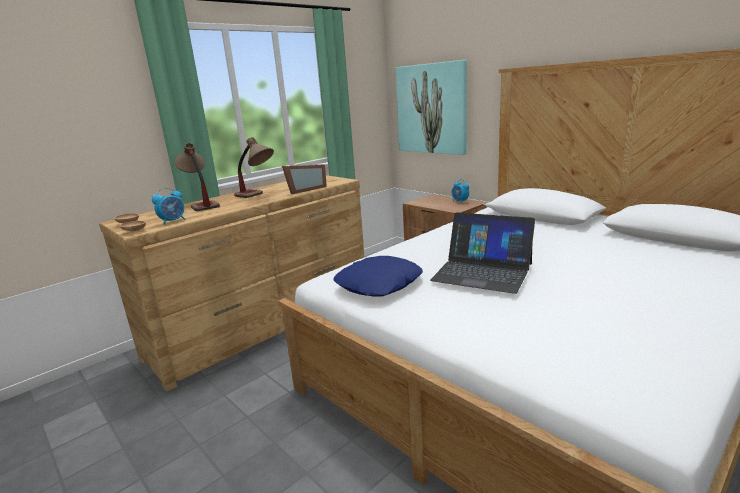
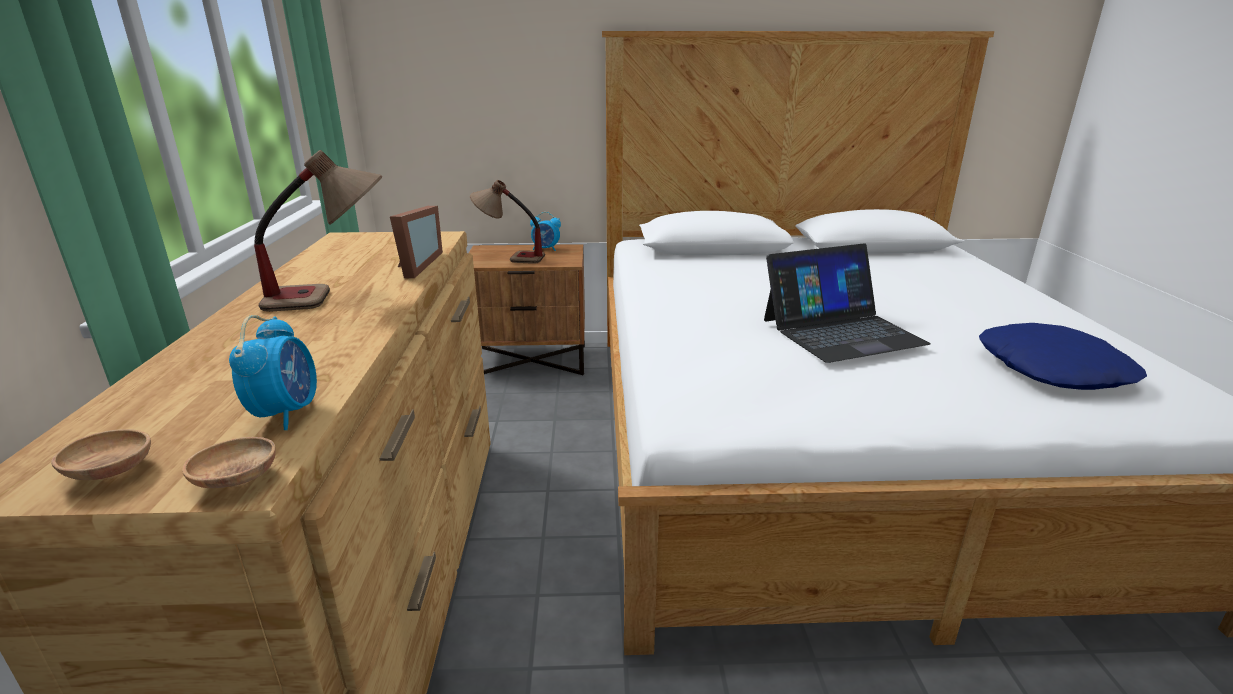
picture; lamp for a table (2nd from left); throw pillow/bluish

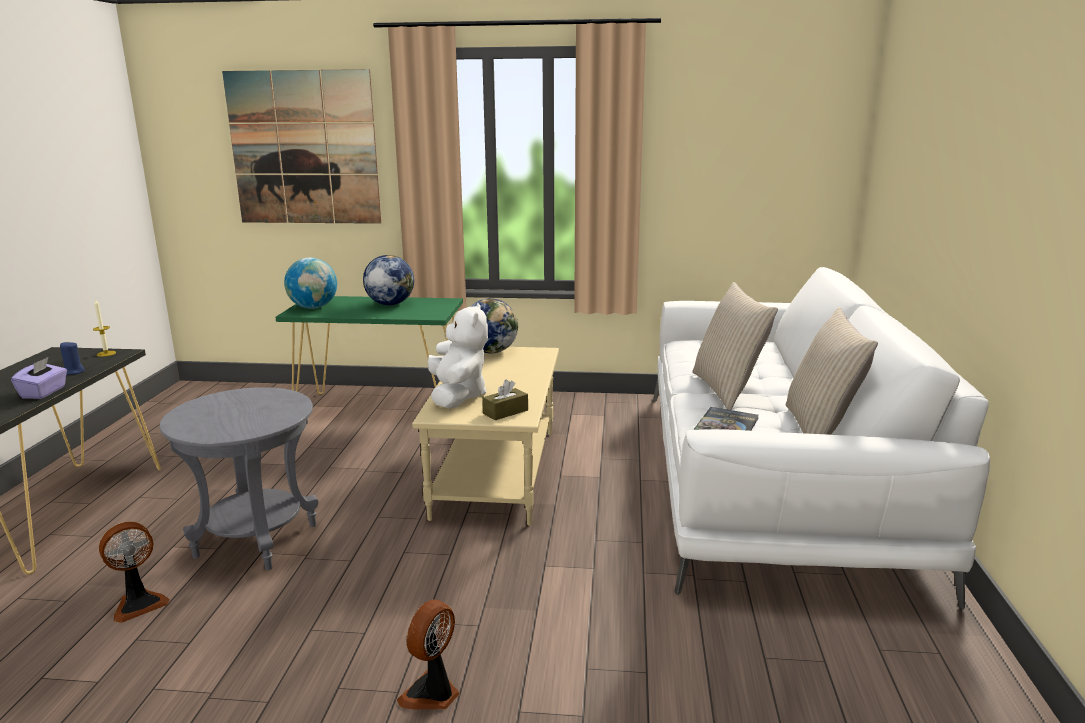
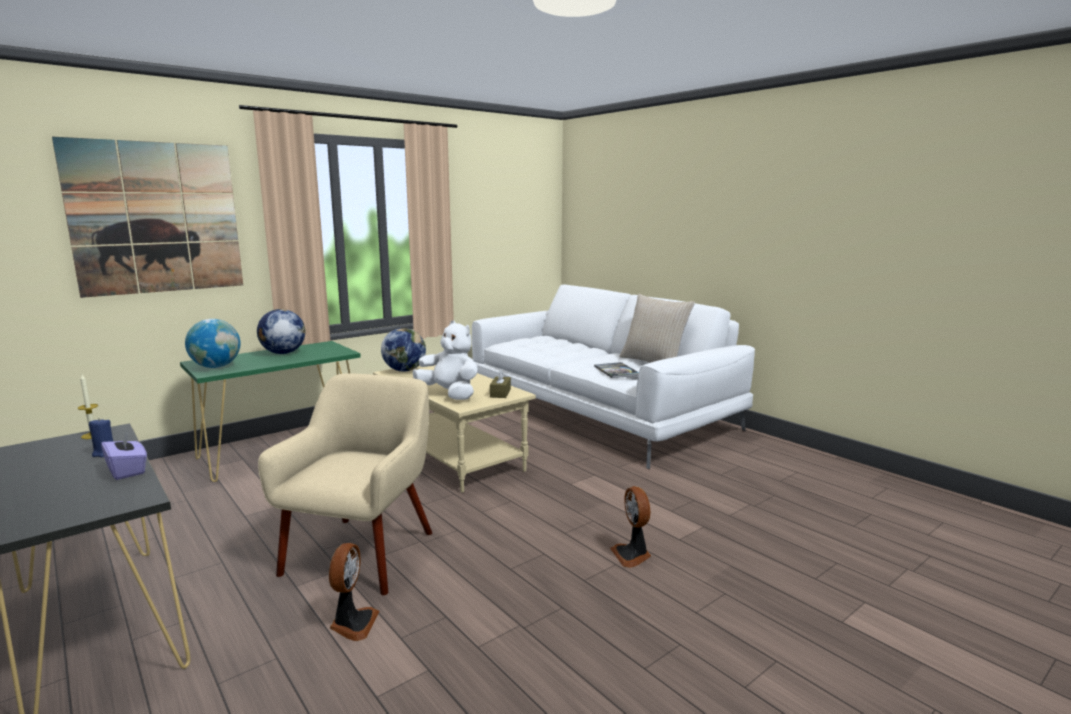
throw pillow/beige-coloured (1st from left in the first image); easy chair/beige-coloured

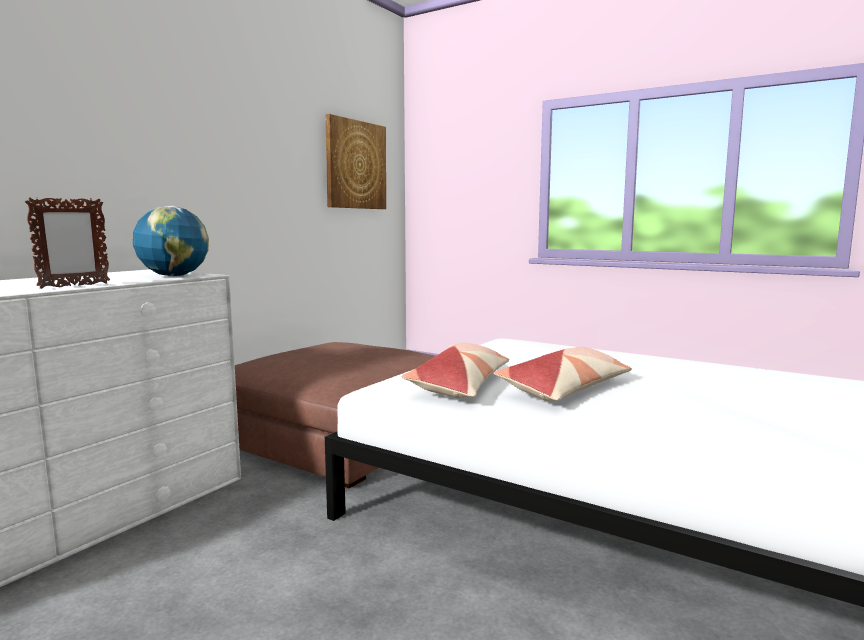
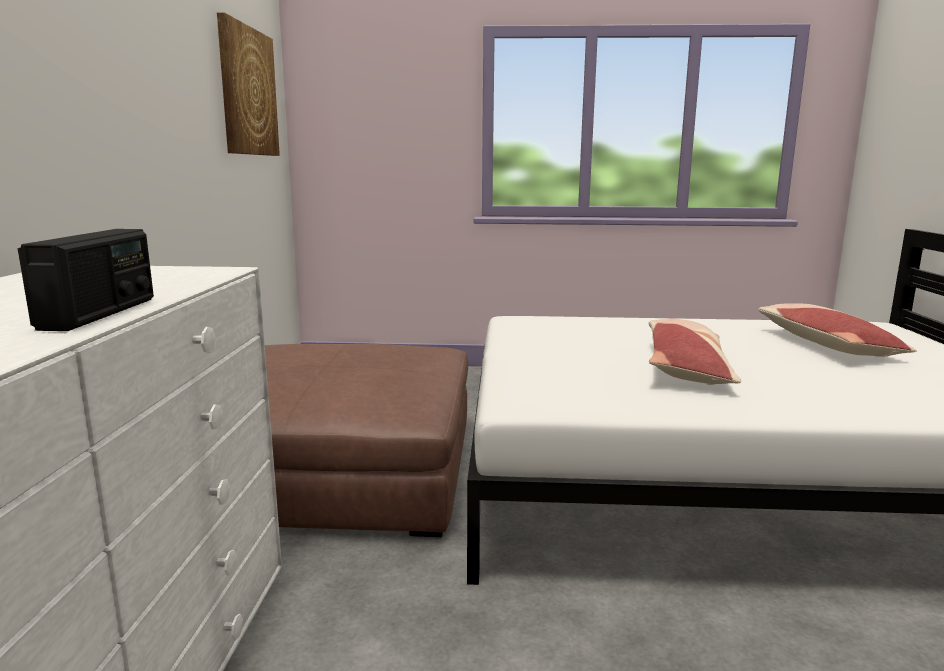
radio; world globe; throw pillow (2nd from left)

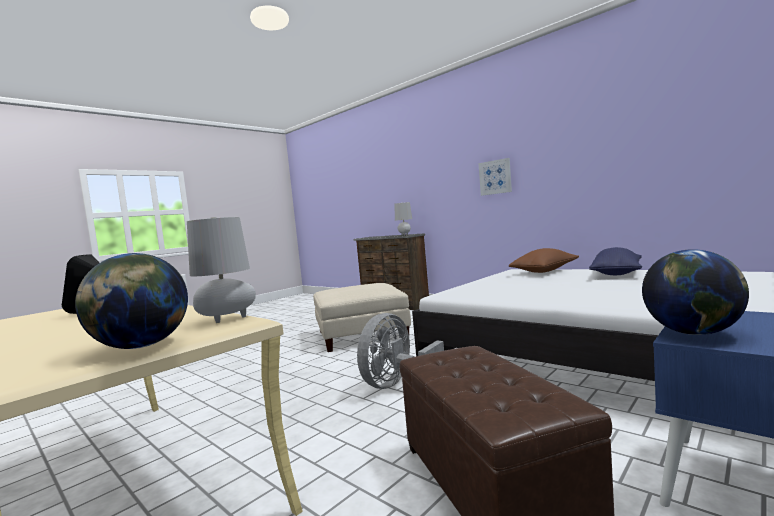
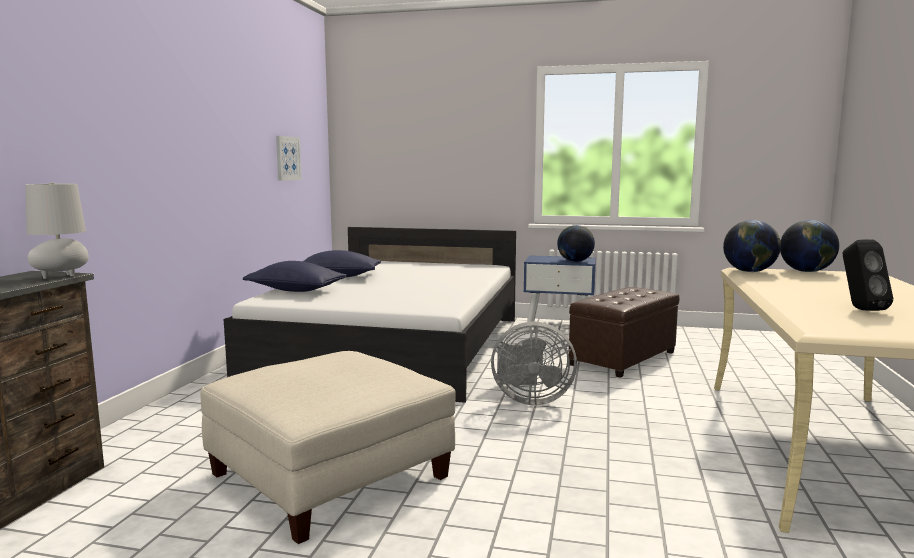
picture; world globe (2nd from left); throw pillow/bluish (1st from left)

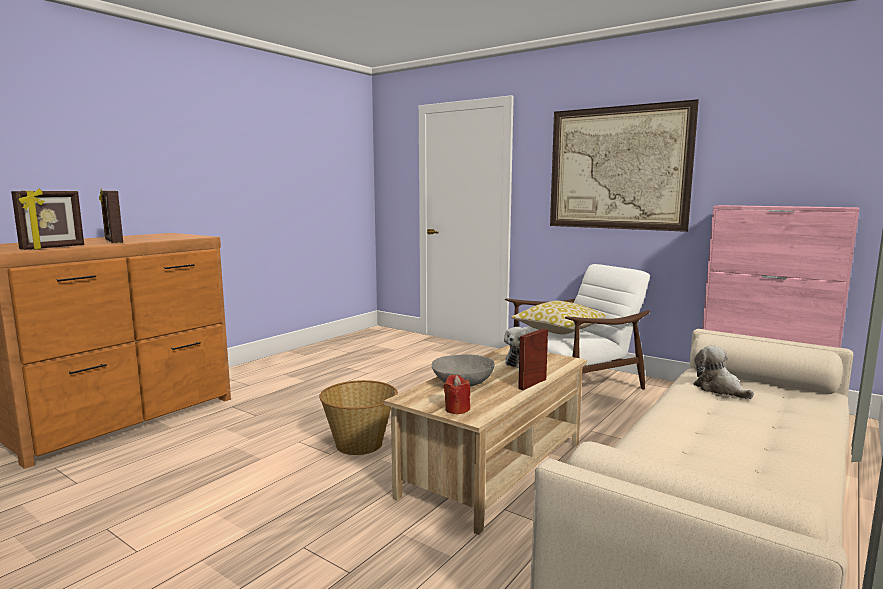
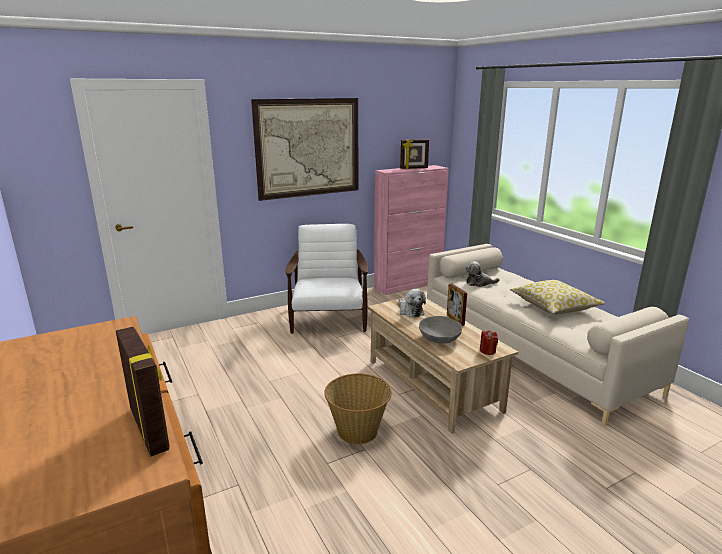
photo frame (2nd from left); throw pillow

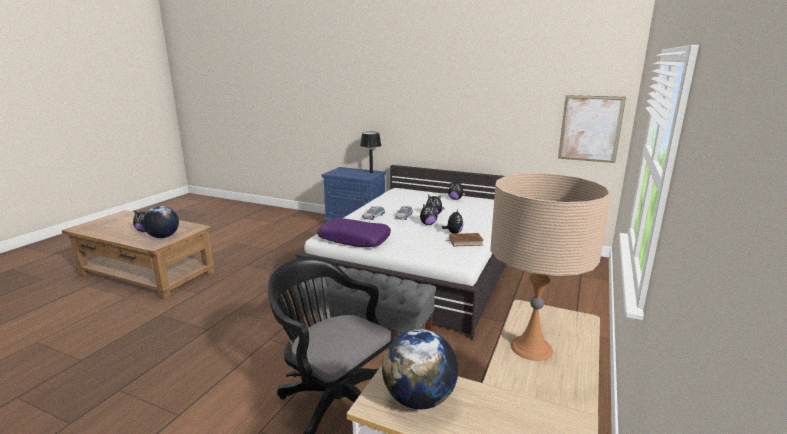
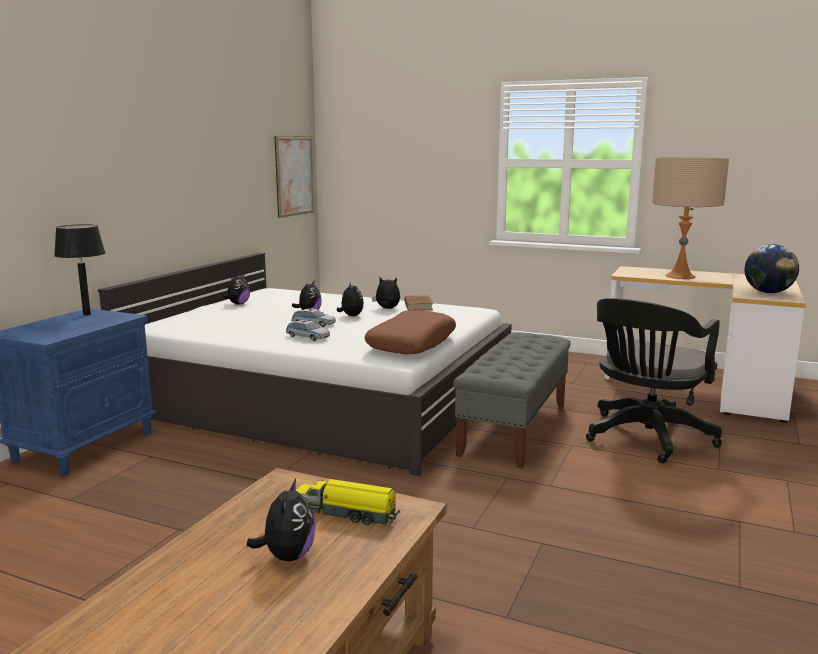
toy truck; throw pillow/brown

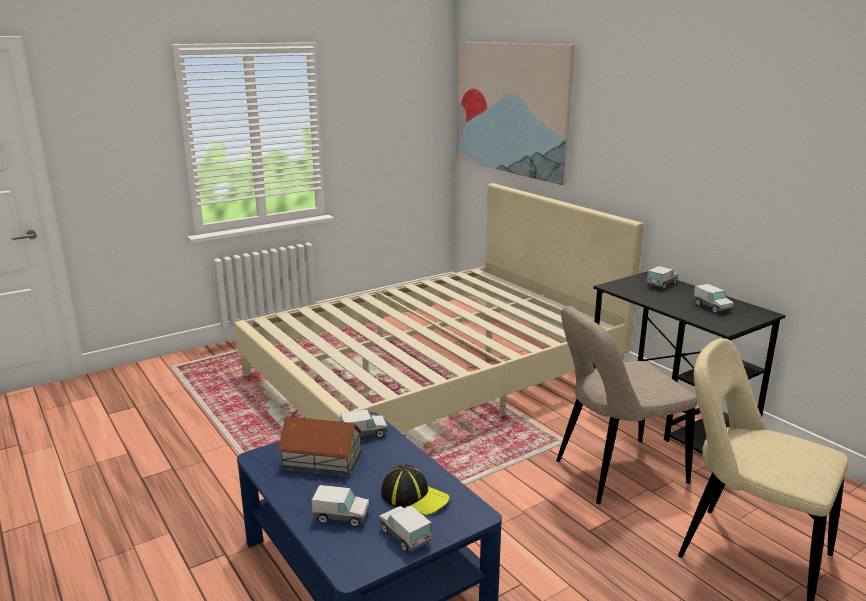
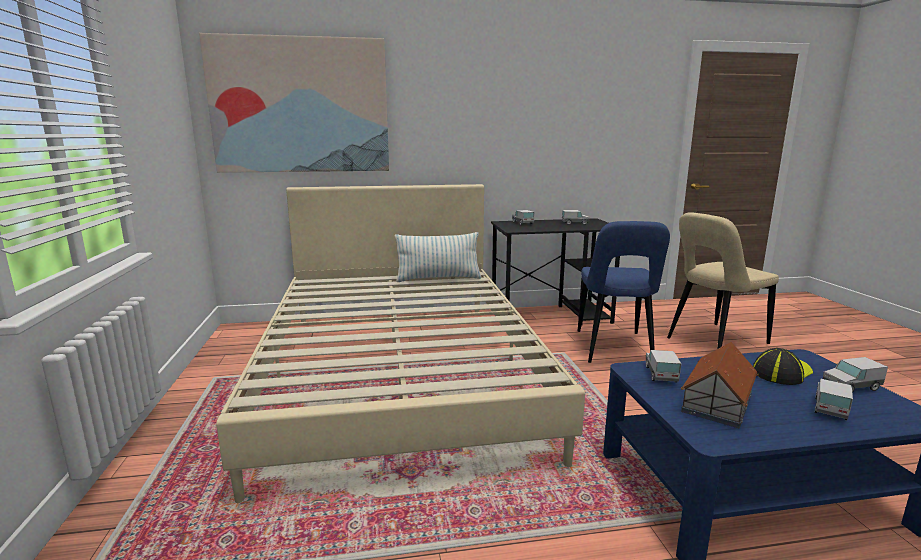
upright chair/bluish; throw pillow

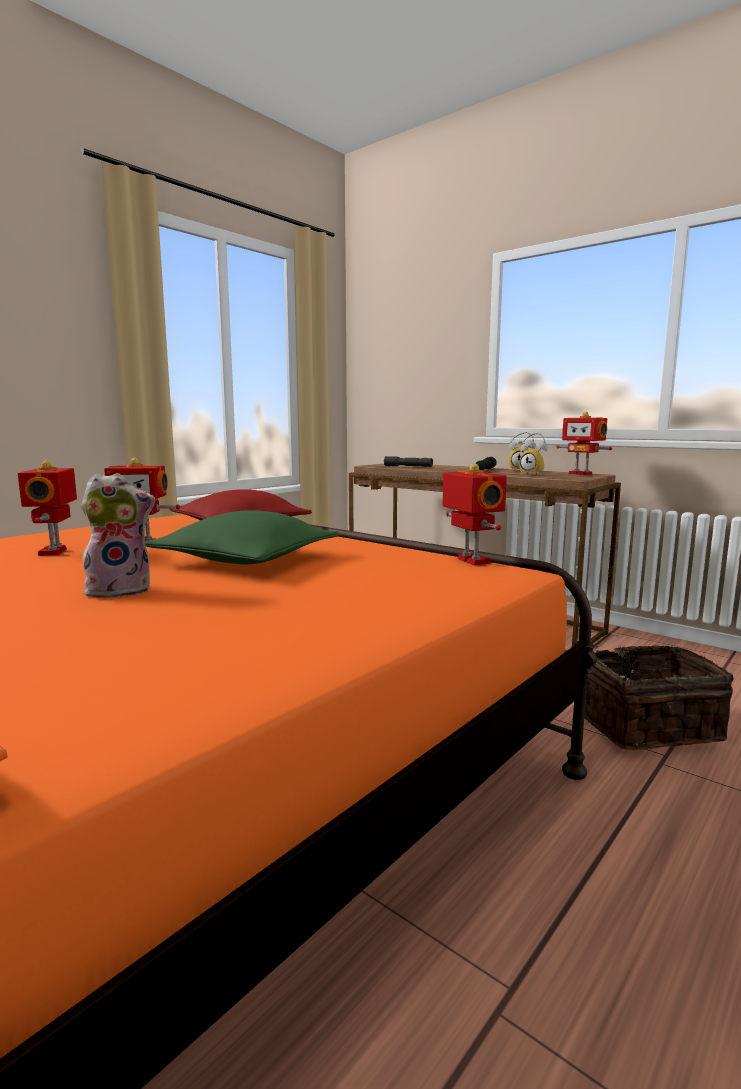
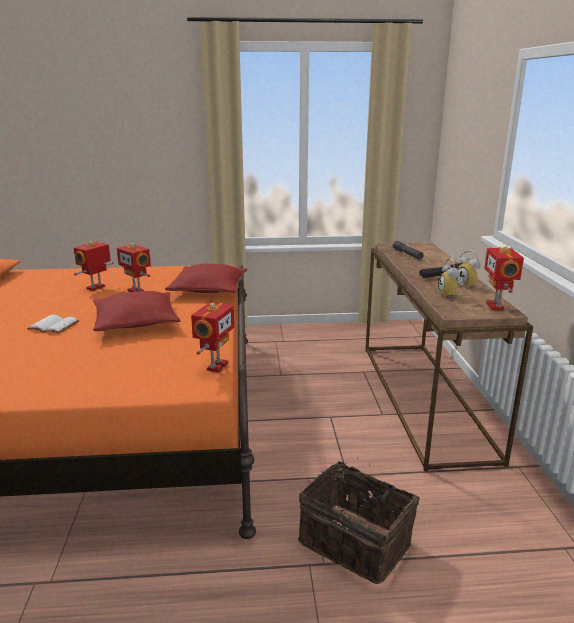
bound book/whitish; throw pillow/red-coloured (1st from left)

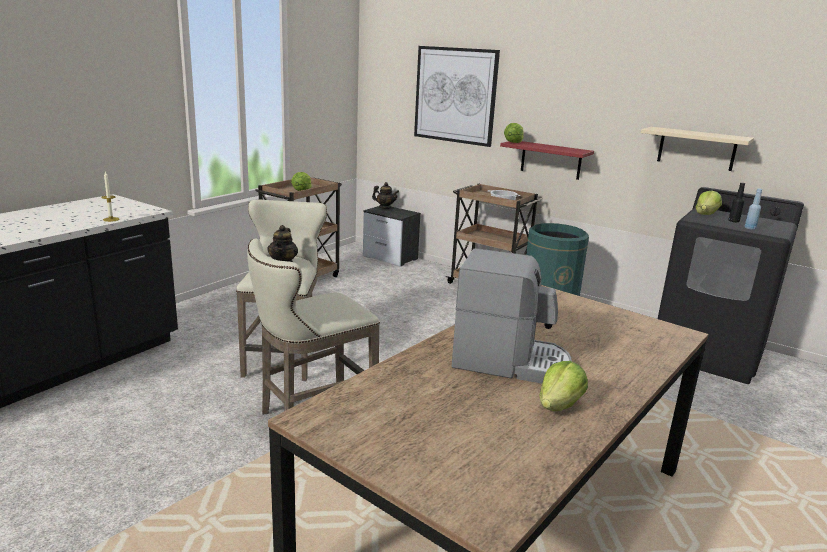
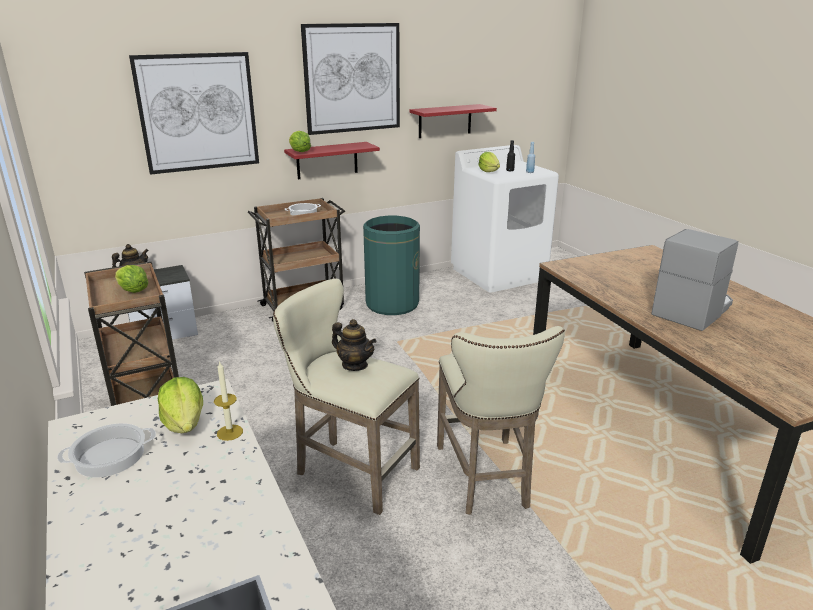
wall shelf/red-coloured (2nd from left); washing machine/whitish; lettuce head (2nd from left); picture (2nd from left); stockpot (1st from left)

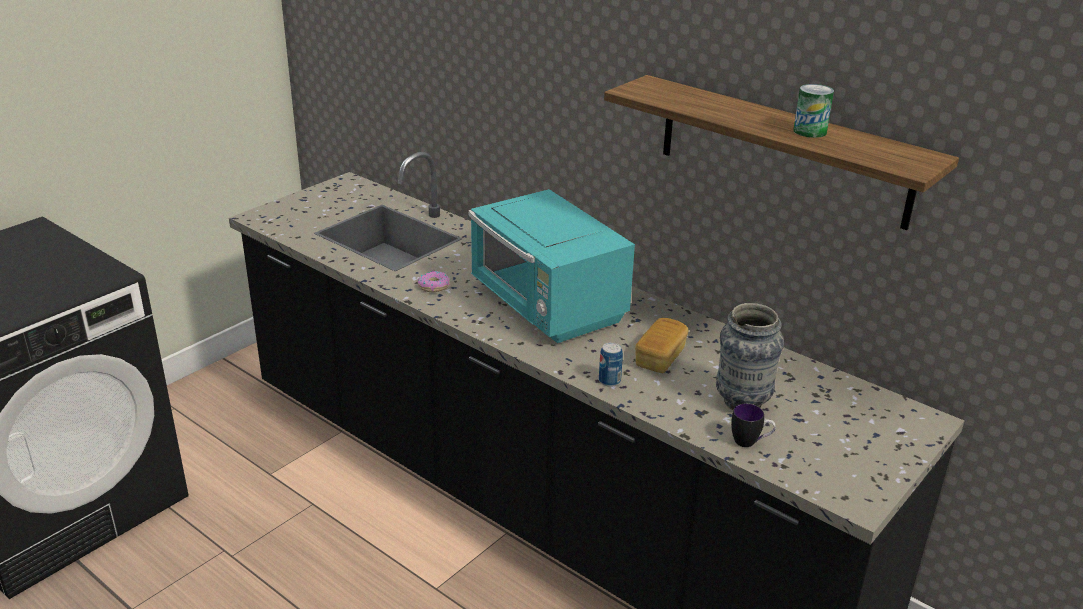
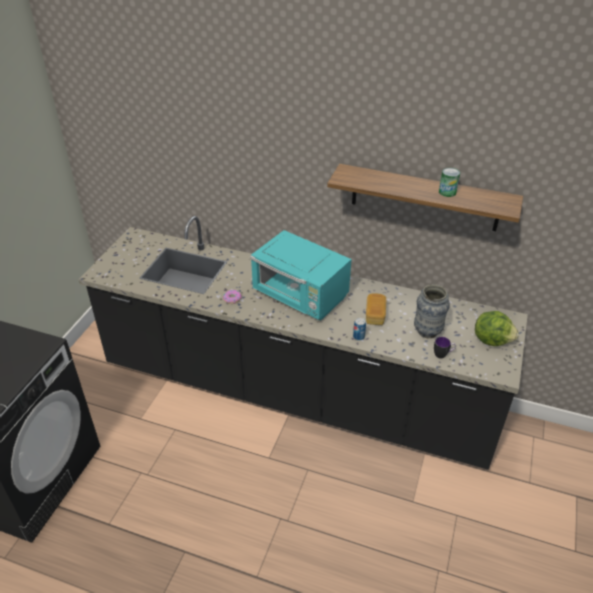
lettuce head

